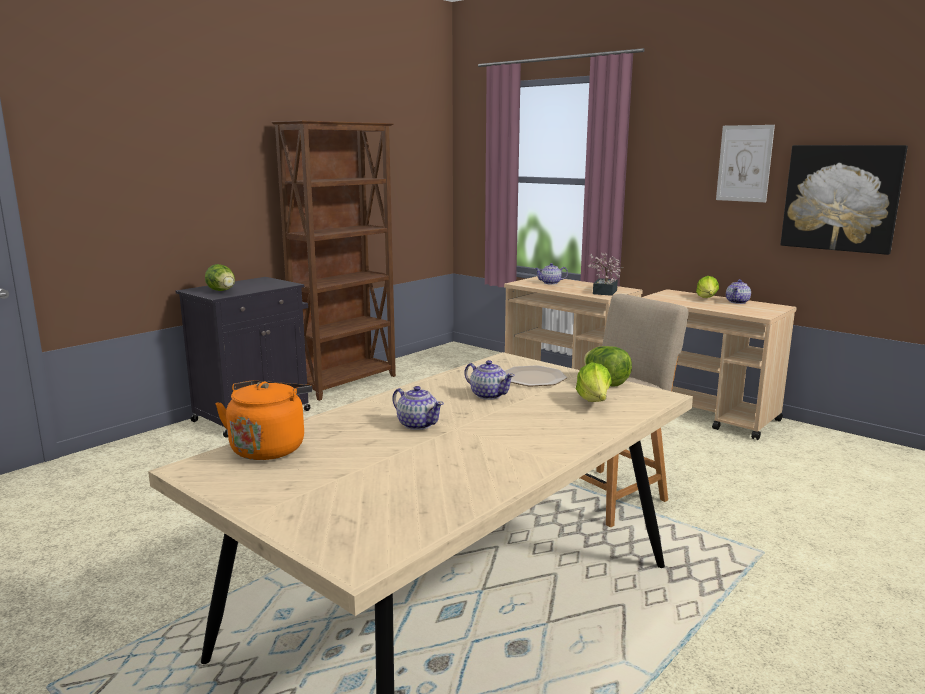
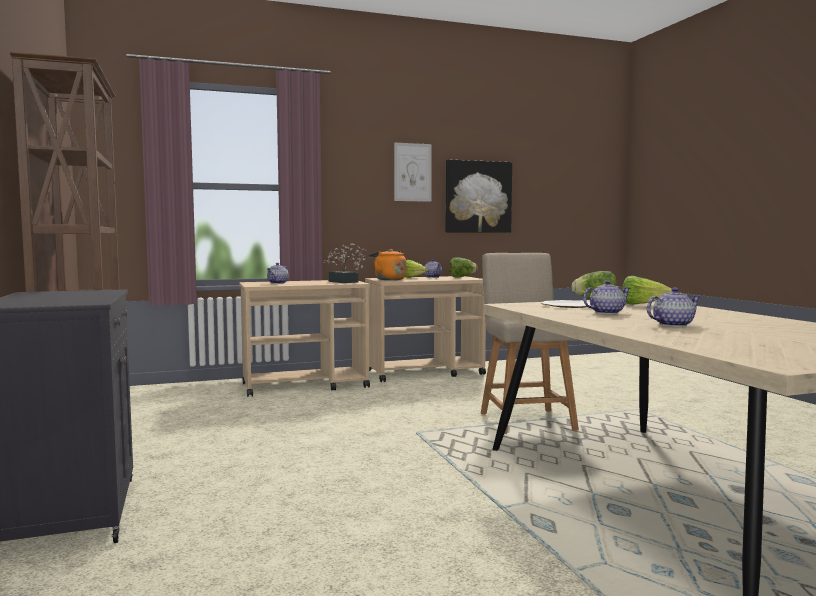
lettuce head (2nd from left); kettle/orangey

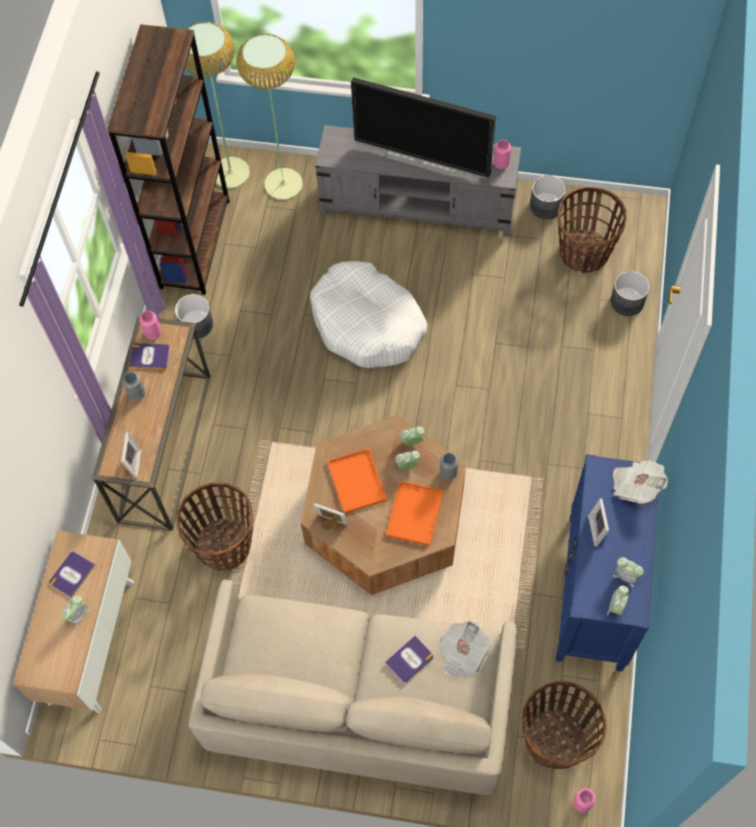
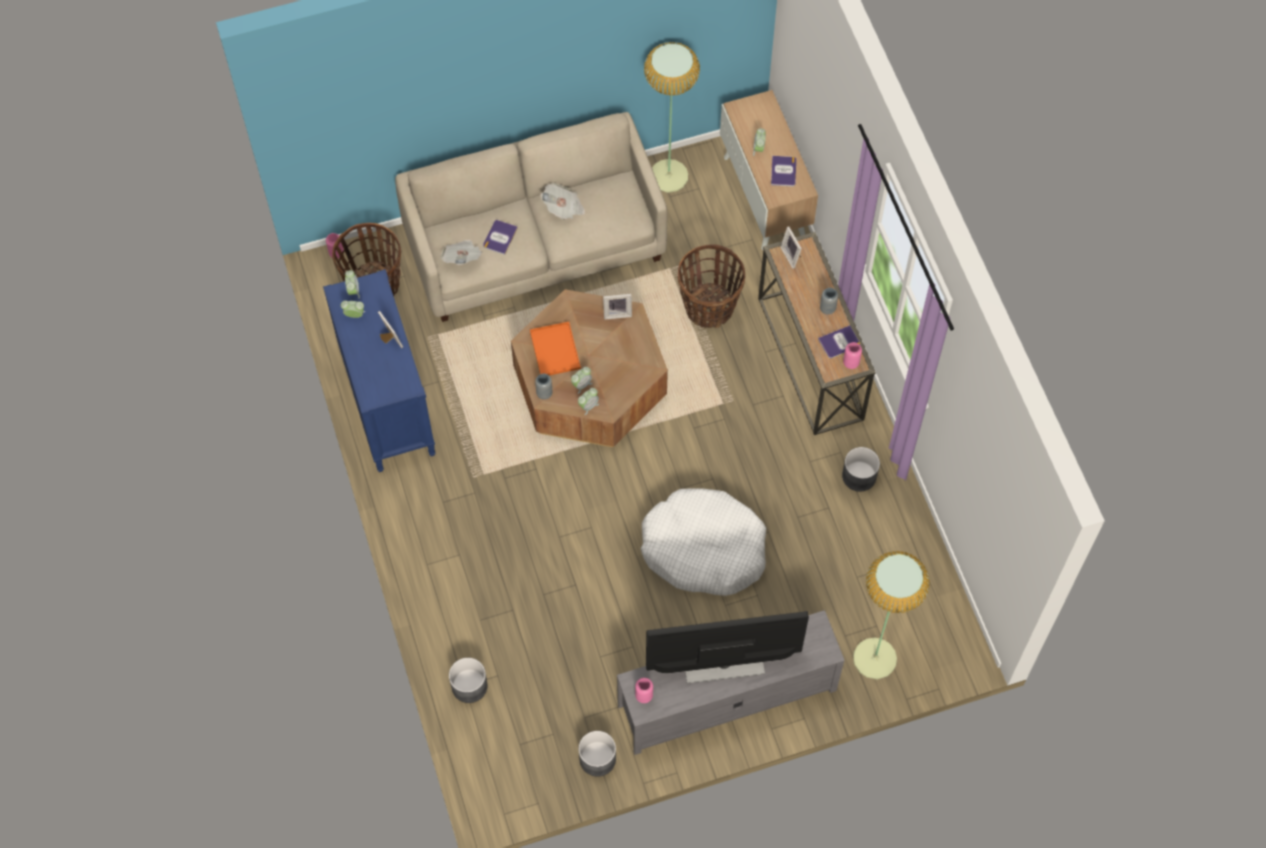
floor lamp (1st from left); bookcase/brown; basket (3rd from left in the first image); serving tray/orangey (1st from left in the first image); newspaper (2nd from left)

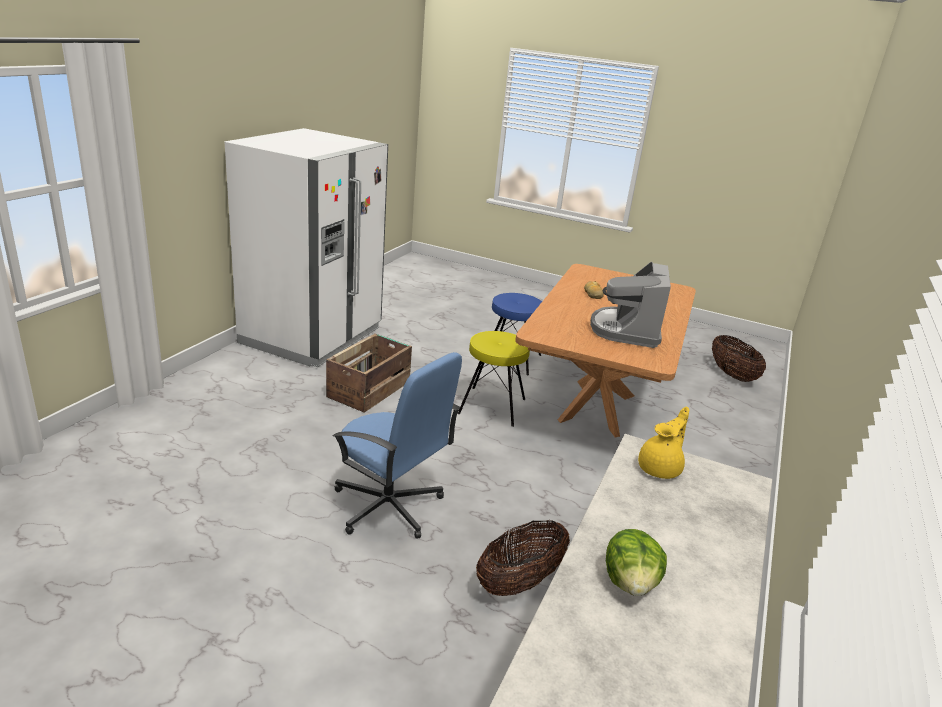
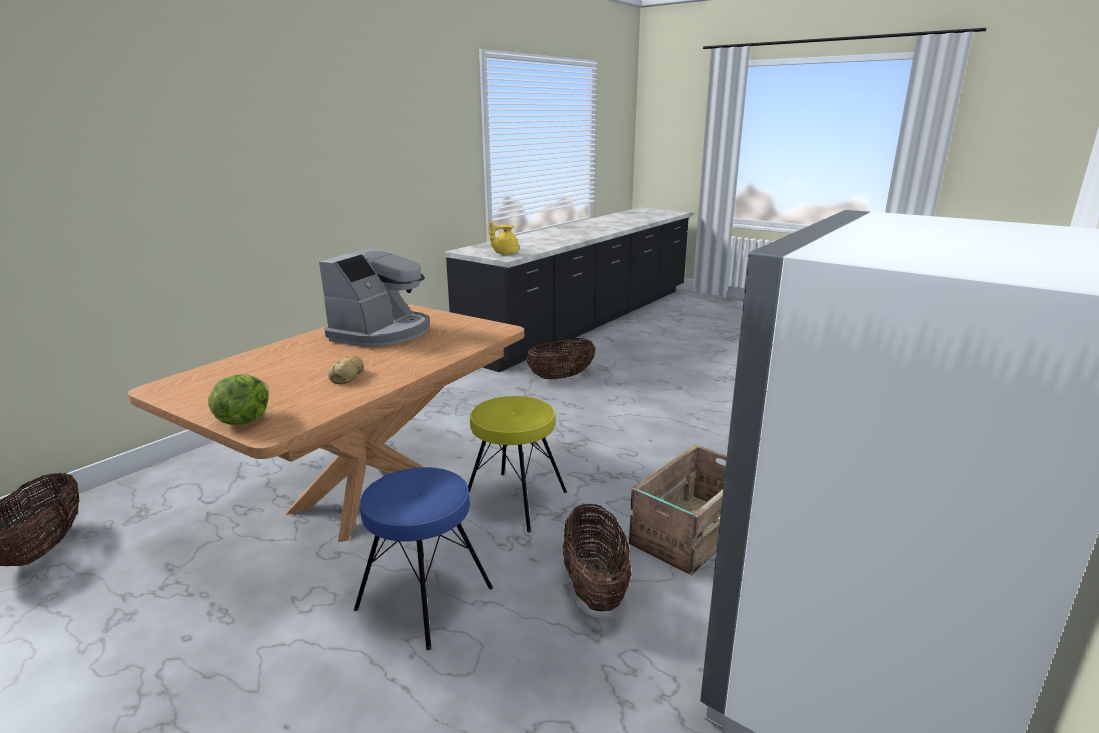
desk chair/bluish; lettuce head; basket (3rd from left)

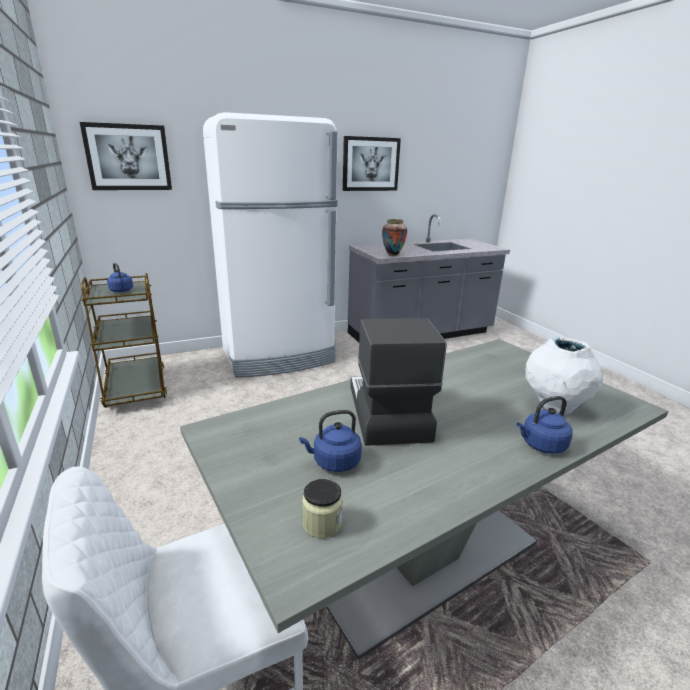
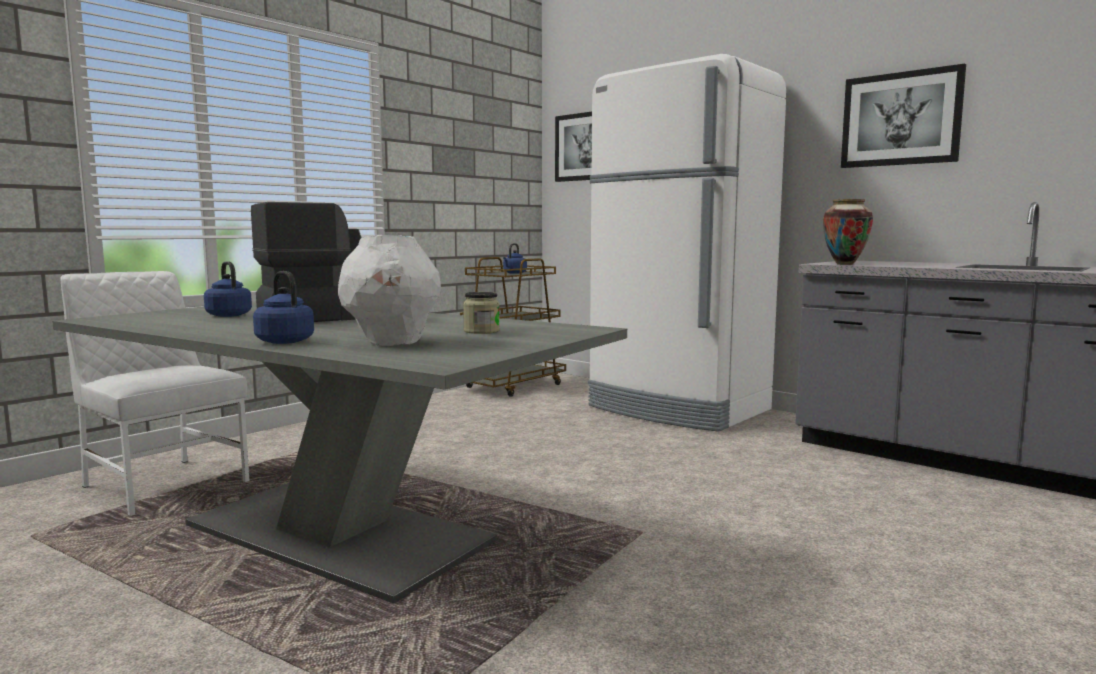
preserve jar

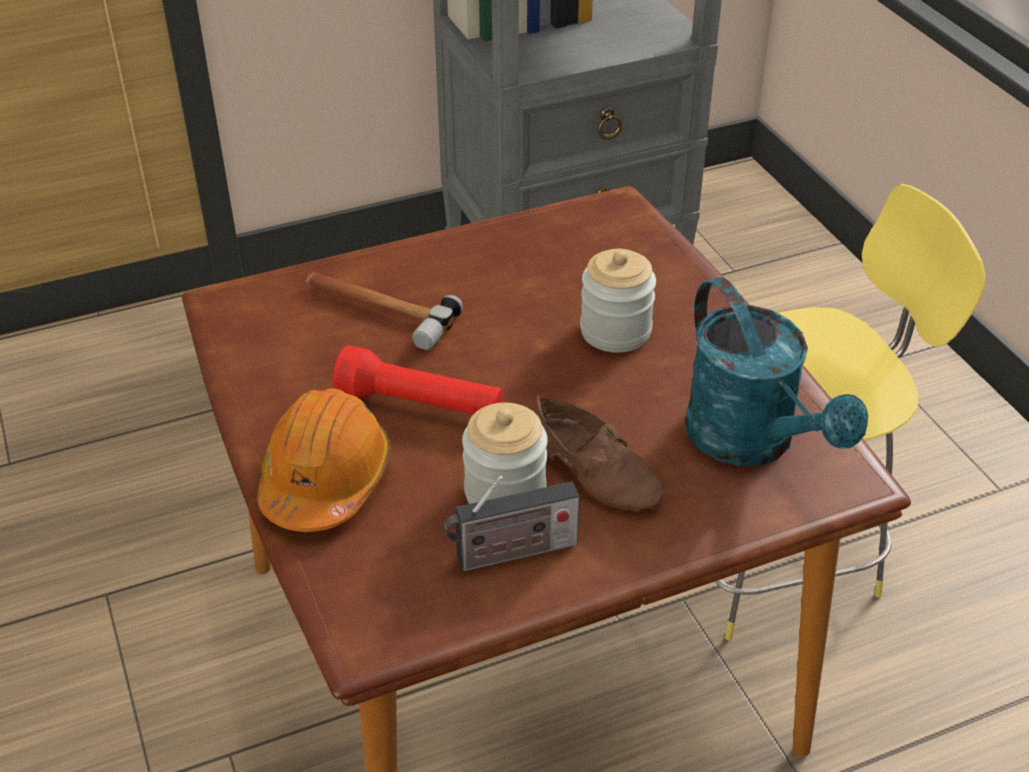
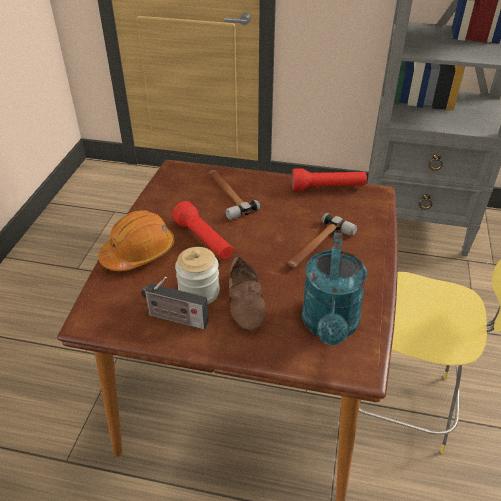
hand hammer (2nd from left); flashlight/red-coloured (2nd from left)

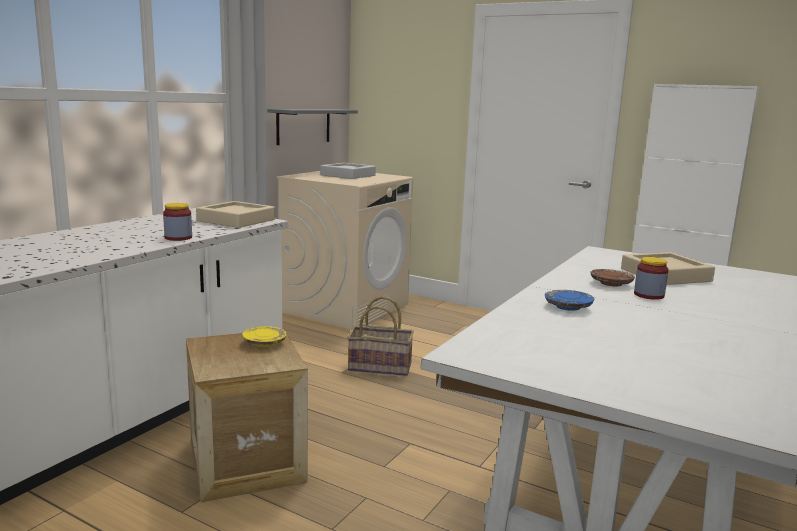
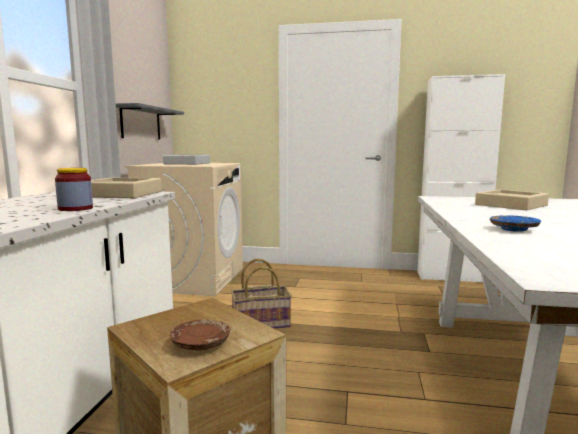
preserve jar (2nd from left in the first image); dinner plate/brown; dinner plate/yellowish

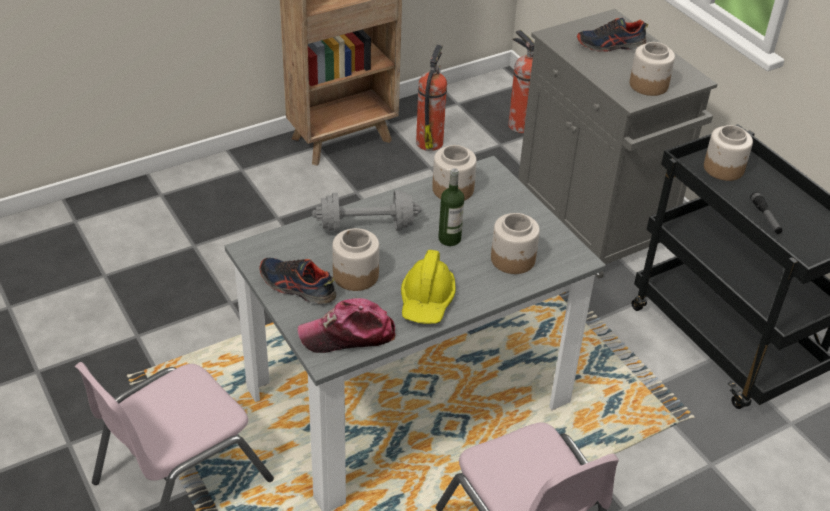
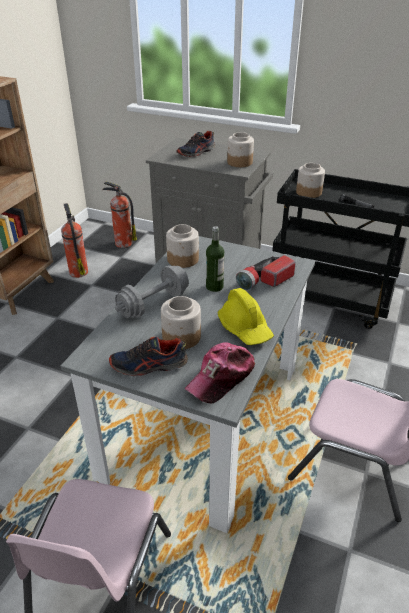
flashlight (1st from left)

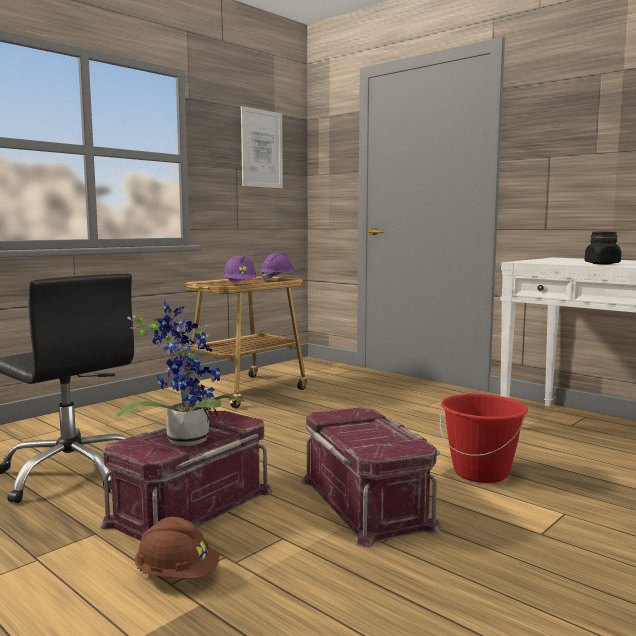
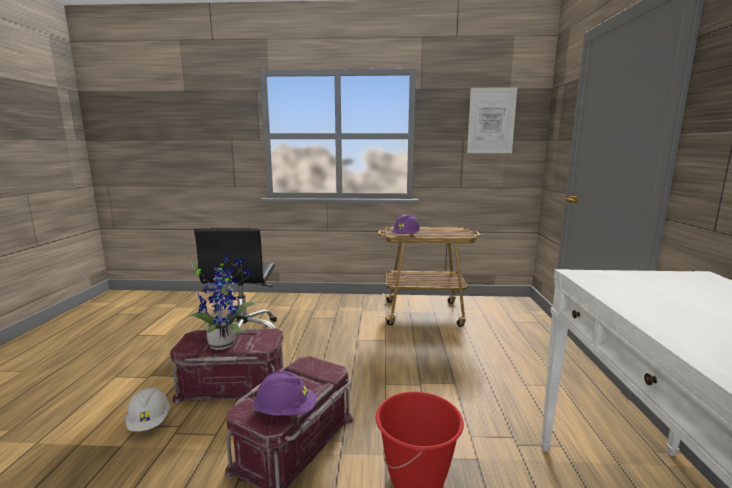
preserve jar/black; work helmet/purplish (1st from left); work helmet/whitish

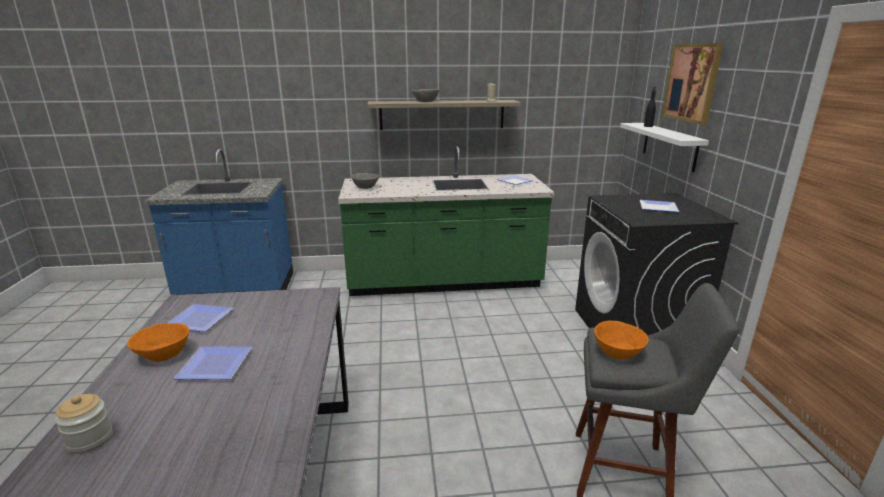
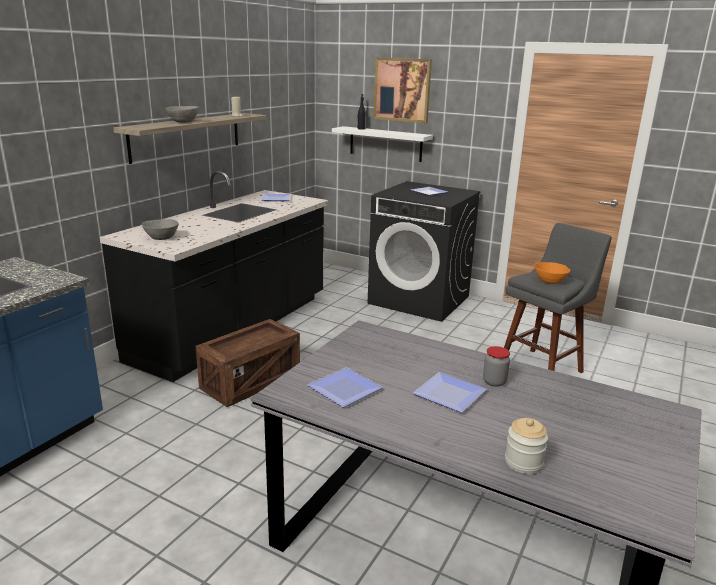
kitchen counter/black; deep dish/orangey (1st from left in the first image); crate; preserve jar (1st from left)

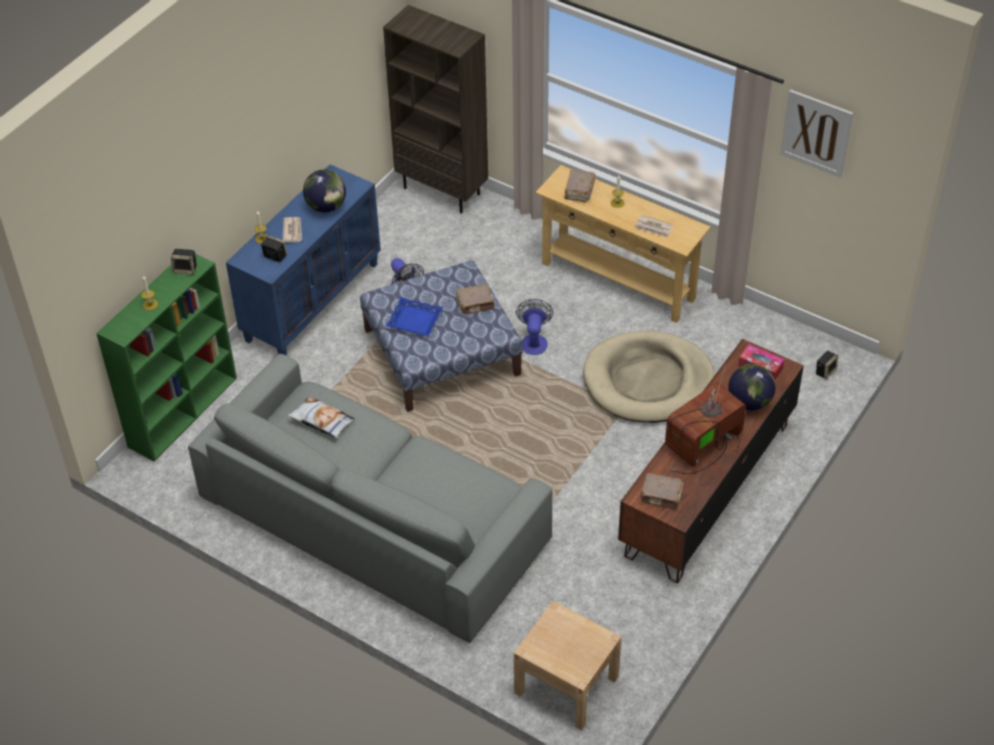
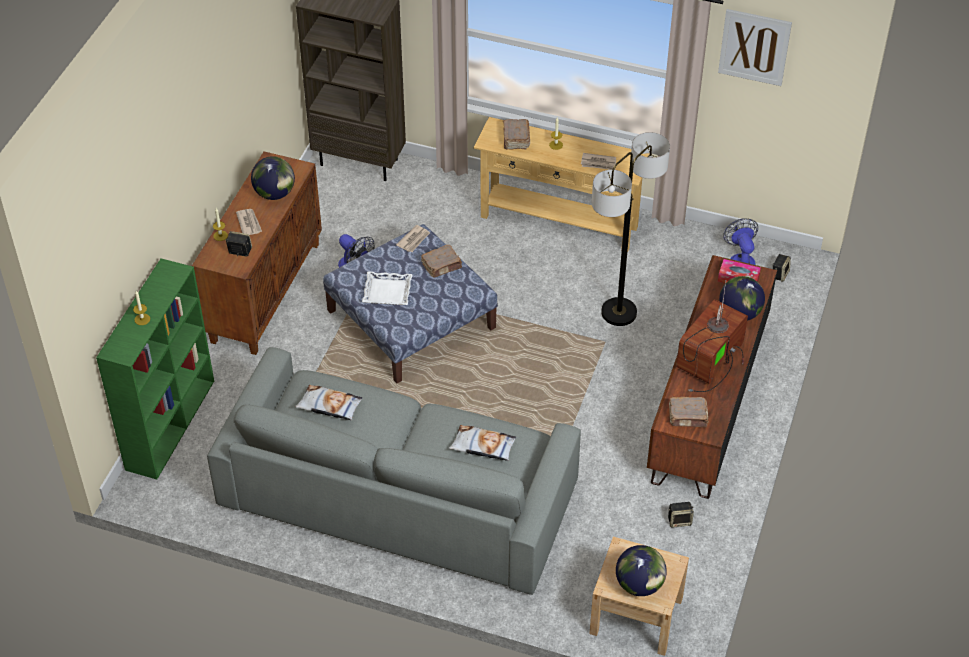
cupboard/brown; speaker (2nd from left); serving tray/whitish; fan (2nd from left); floor lamp; newspaper (2nd from left); throw pillow (2nd from left); world globe (2nd from left)

